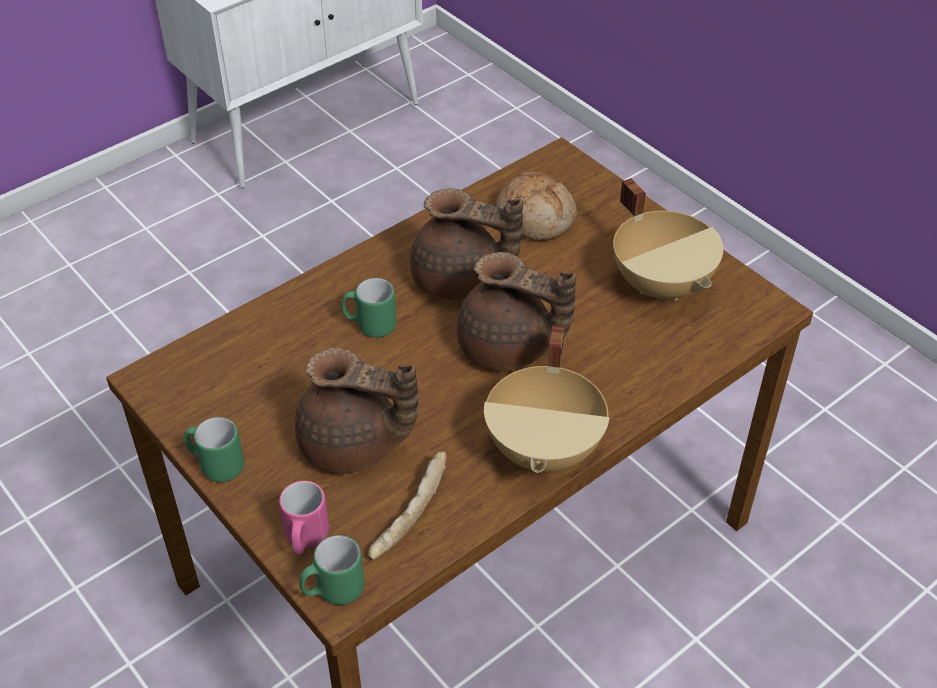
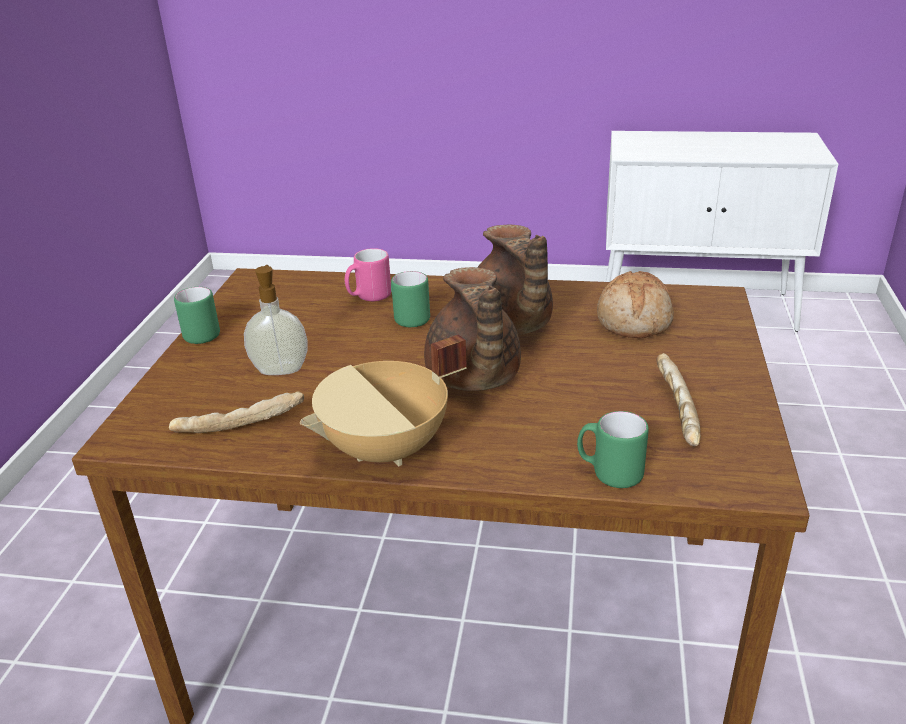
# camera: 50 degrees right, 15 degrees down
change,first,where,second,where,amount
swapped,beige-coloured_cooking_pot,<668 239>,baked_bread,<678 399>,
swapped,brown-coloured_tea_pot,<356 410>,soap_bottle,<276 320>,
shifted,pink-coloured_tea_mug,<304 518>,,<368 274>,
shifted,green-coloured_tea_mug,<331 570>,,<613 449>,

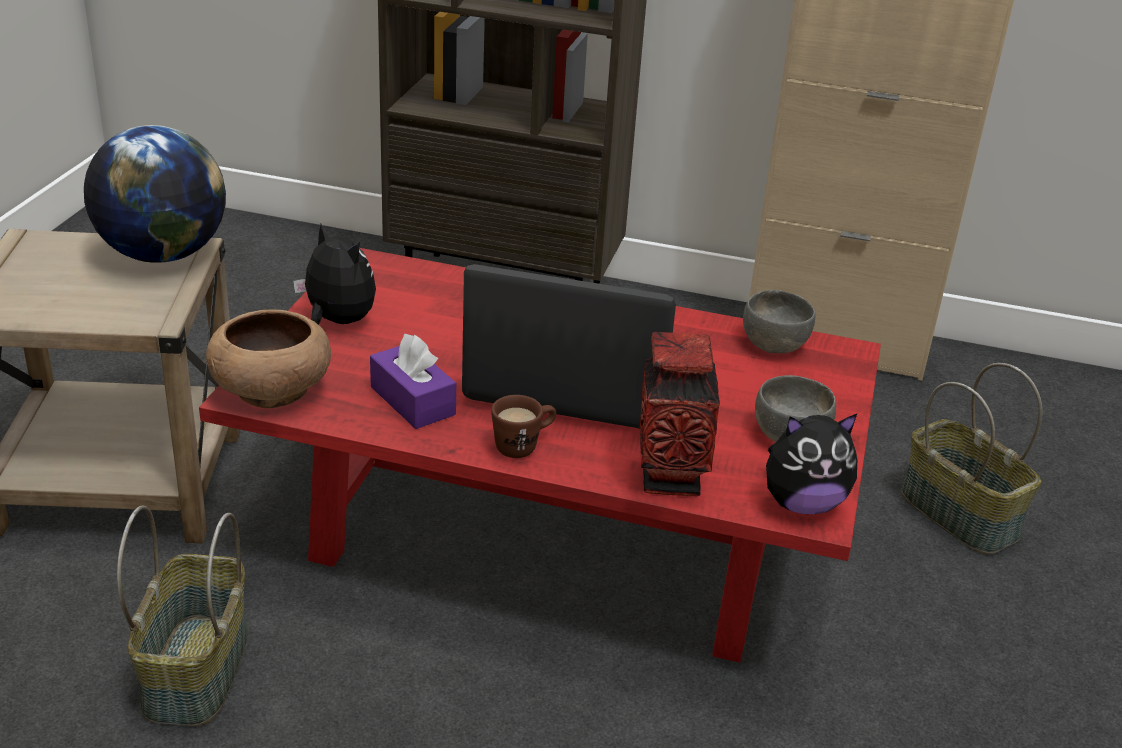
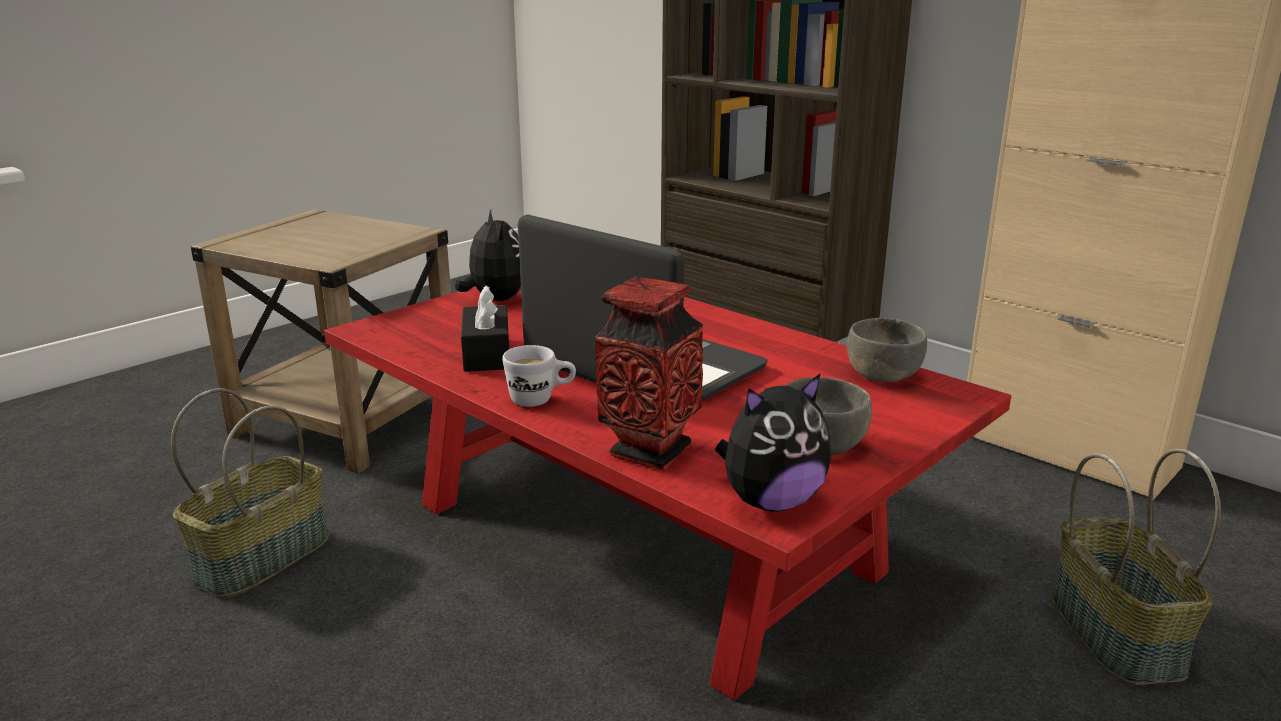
# camera: 30 degrees right, 10 degrees down
change,first,where,second,where,amount
gone,world_globe,<155 194>,,,
gone,brown-coloured_serving_bowl,<268 359>,,,
repainted,purple-coloured_tissue_box,<413 381>,blackish_tissue_box,<485 328>,
repainted,brown-coloured_tea_mug,<523 426>,white_tea_mug,<539 376>,
rotated,soft_toy,<811 464>,,<773 442>,45 degrees counterclockwise

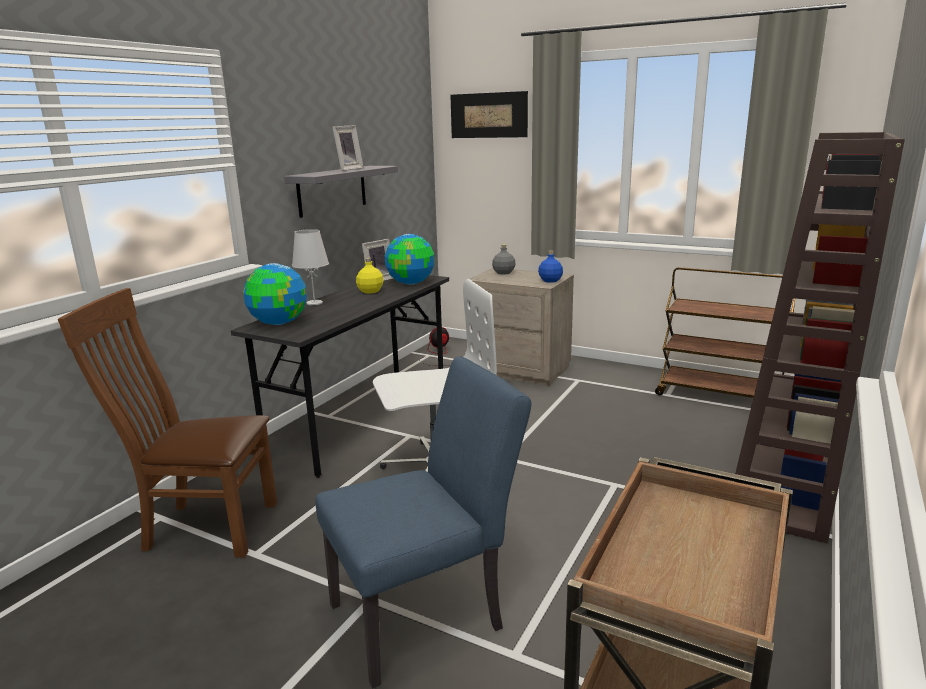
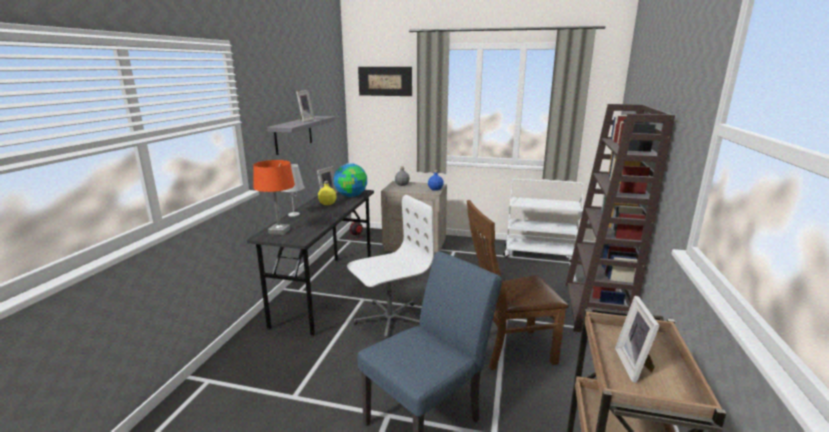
# camera: 15 degrees left, 0 degrees up
change,first,where,second,where,amount
swapped,world_globe,<275 294>,orange_tabletop_lamp,<274 197>,
repainted,brown-coloured_cart,<725 332>,white_cart,<543 221>,
shifted,brown-coloured_upright_chair,<167 423>,,<518 285>,
new,,,picture_frame,<637 339>,

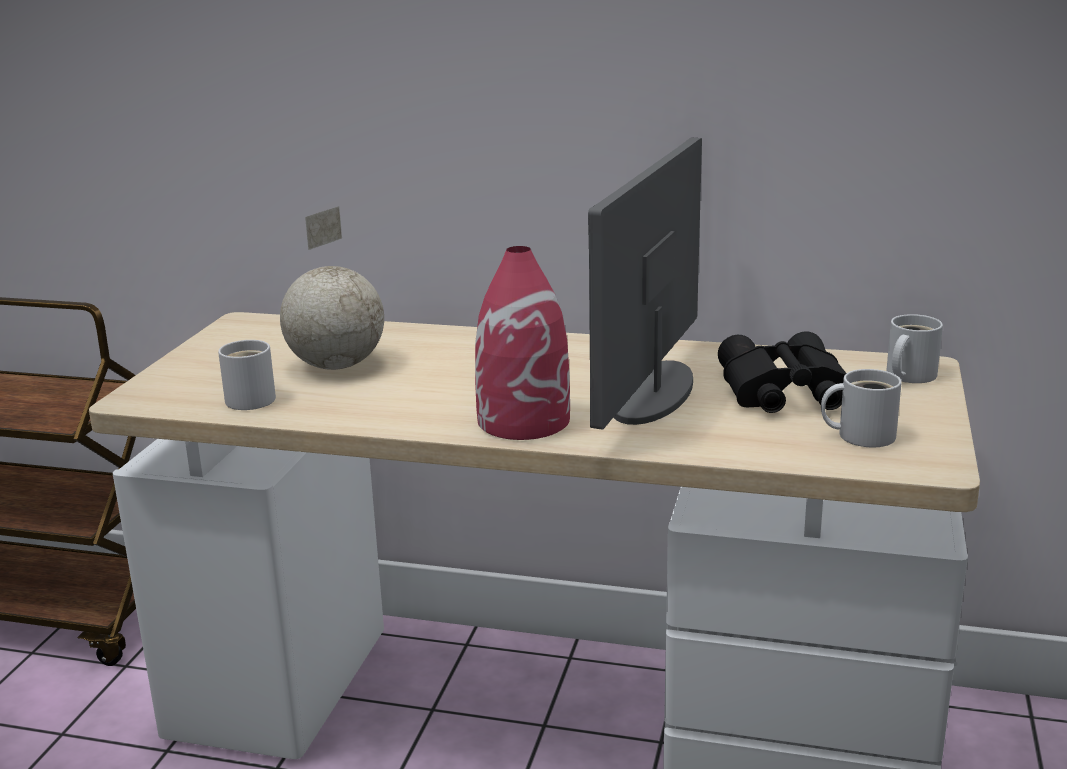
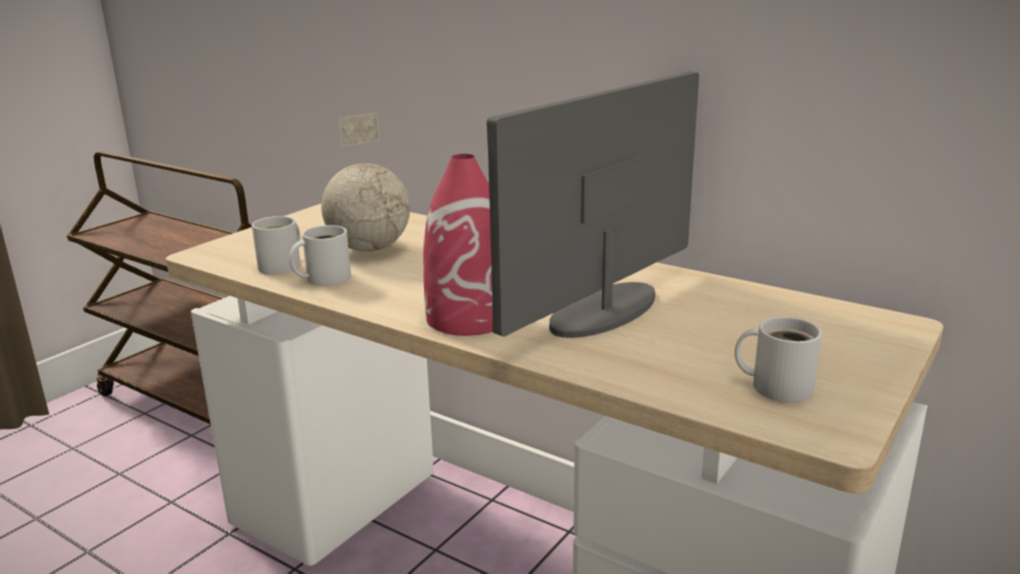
# camera: 20 degrees right, 0 degrees up
change,first,where,second,where,amount
shifted,white_tea_mug,<914 348>,,<320 255>,
gone,blackish_pair_of_binoculars,<782 372>,,,

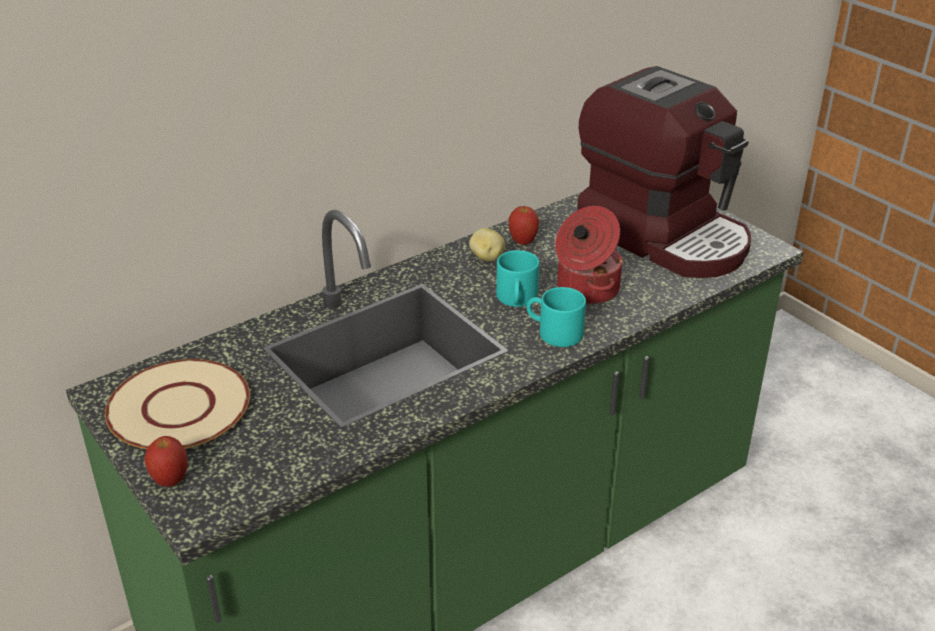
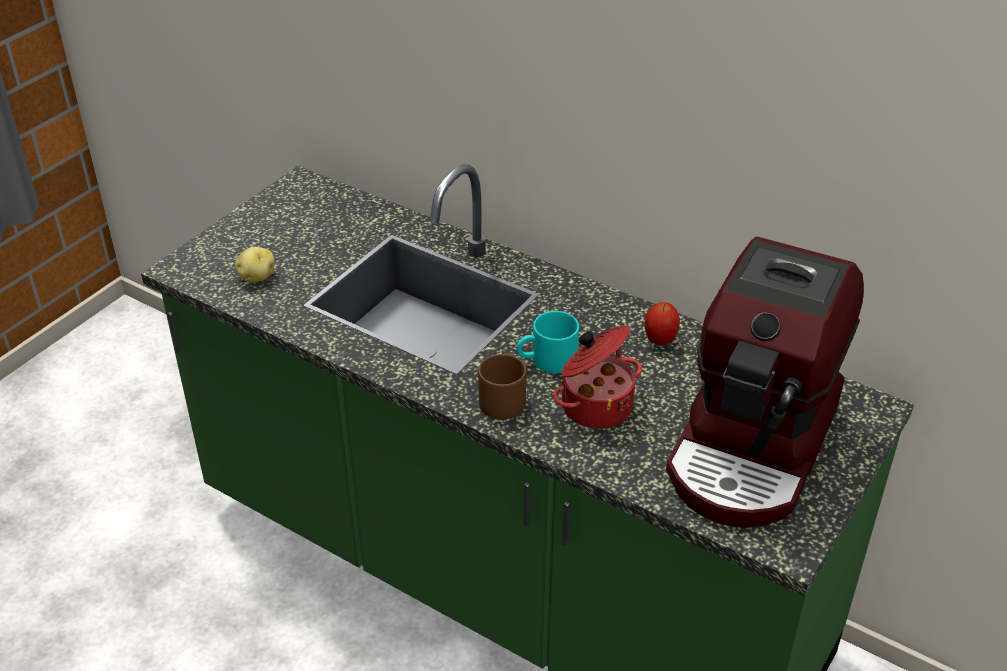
# camera: 70 degrees right, 5 degrees up
change,first,where,second,where,amount
shifted,whole_potato,<487 245>,,<255 265>,
repainted,blue-green_tea_mug,<556 317>,brown-coloured_tea_mug,<502 386>,
gone,beige-coloured_plate,<177 404>,,,
gone,apple_fruit,<166 461>,,,

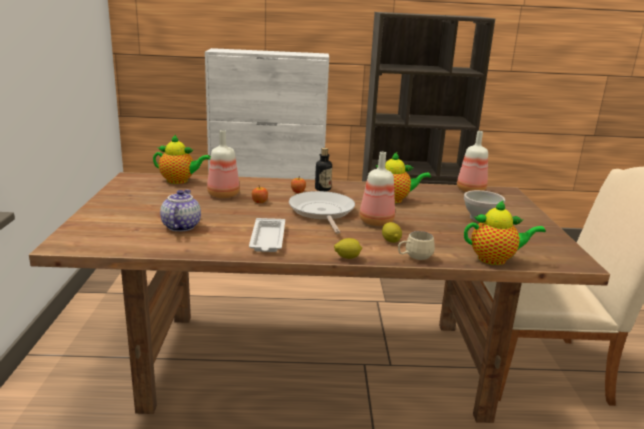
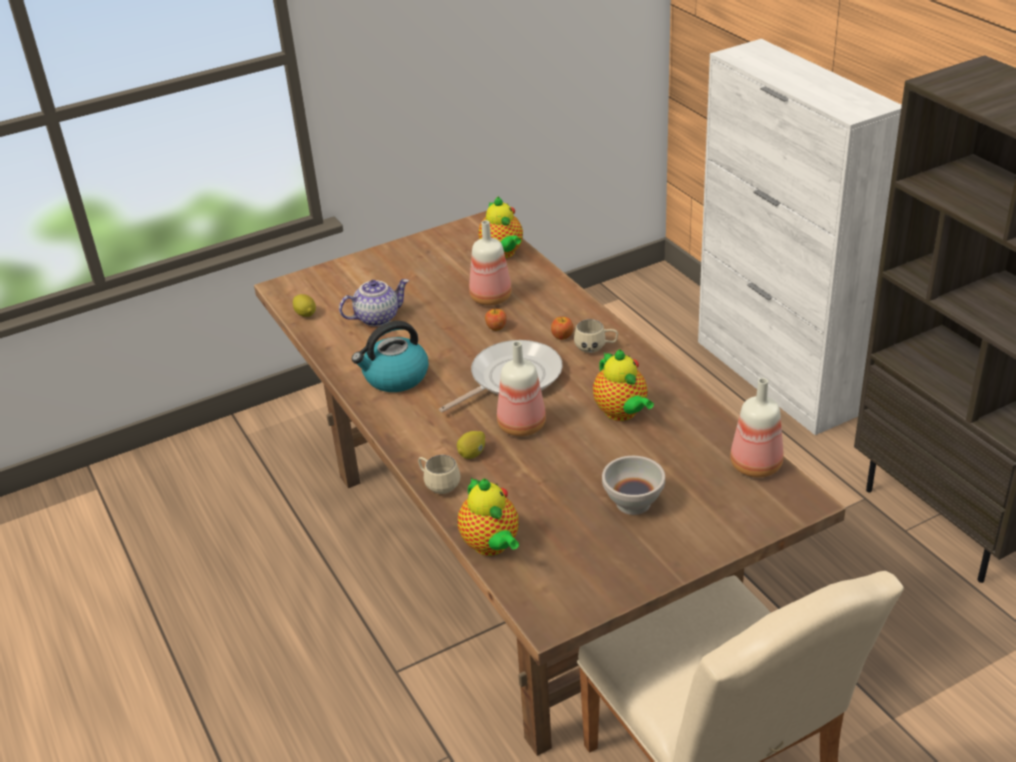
# camera: 65 degrees right, 15 degrees up
change,first,where,second,where,amount
swapped,beverage_bottle,<323 169>,beige-coloured_tea_mug,<596 336>,
swapped,white_serving_tray,<267 235>,kettle,<390 356>,
shifted,lemon,<348 248>,,<304 305>,

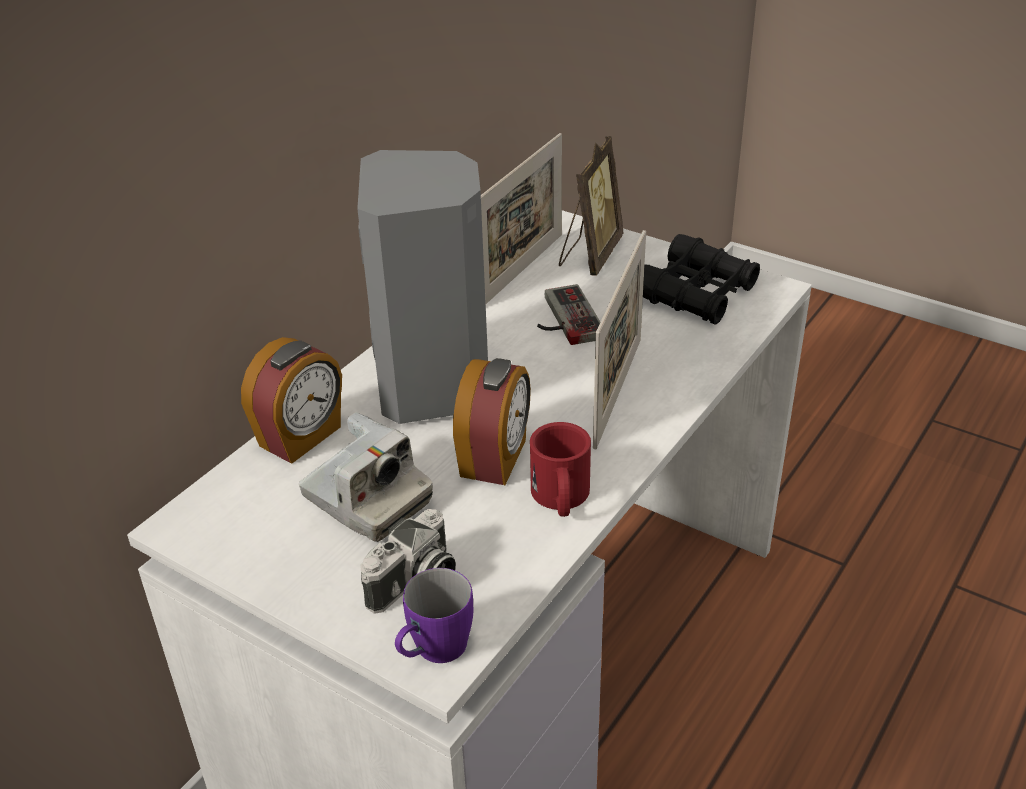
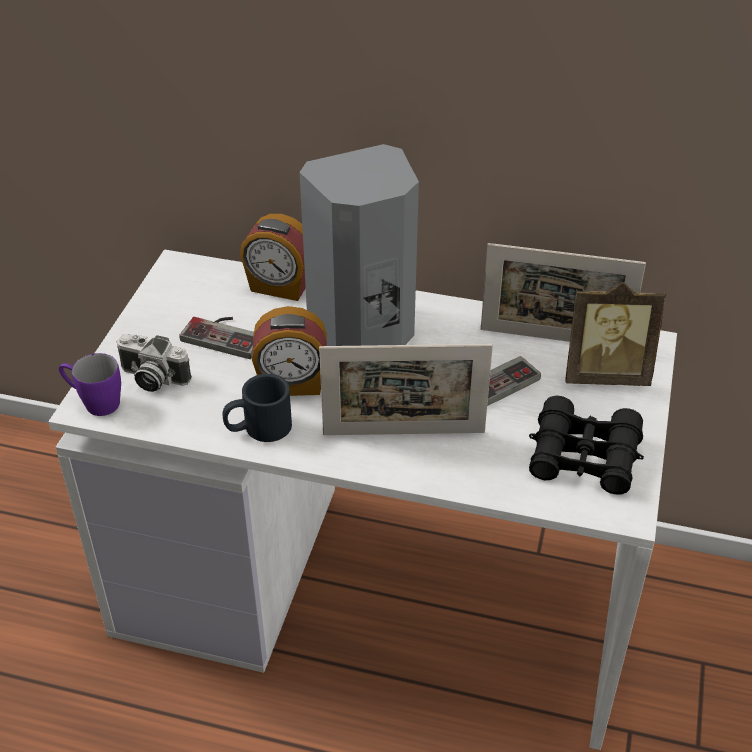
# camera: 70 degrees right, 5 degrees up
change,first,where,second,where,amount
swapped,photo_camera,<366 477>,gamepad,<216 338>,
repainted,reddish_tea_mug,<560 469>,blackish_tea_mug,<257 408>,

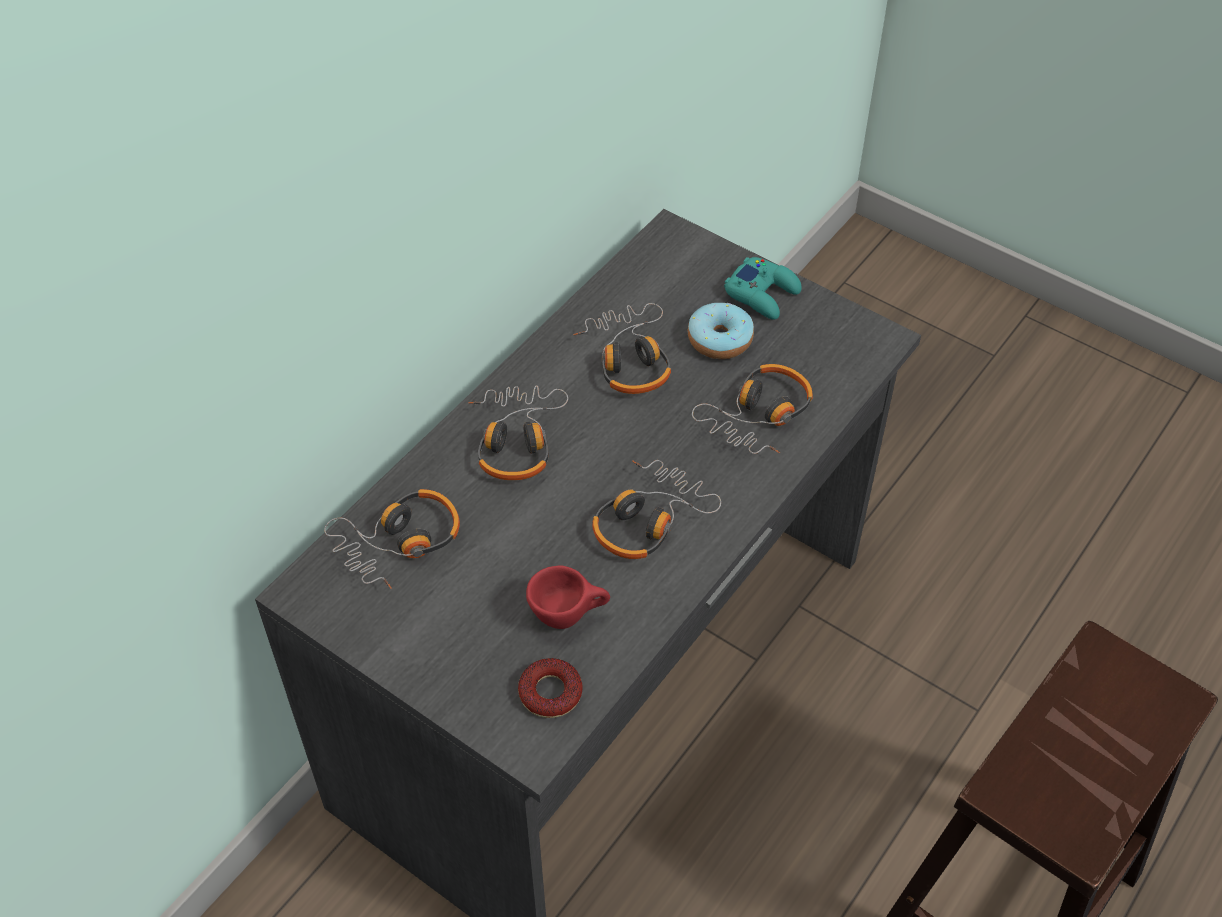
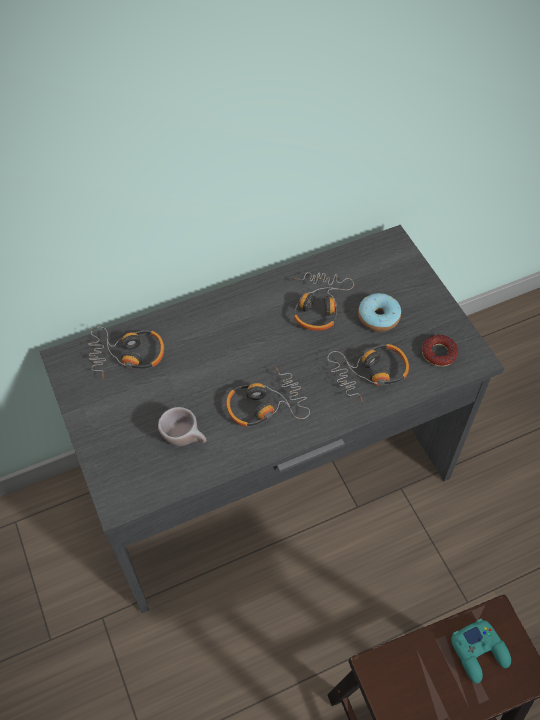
# camera: 30 degrees right, 5 degrees up
change,first,where,second,where,amount
shifted,blue-green_gamepad,<763 288>,,<481 651>,
gone,headphones,<518 432>,,,
repainted,reddish_small_cup,<568 597>,beige-coloured_small_cup,<182 426>,
shifted,ring_doughnut,<550 688>,,<440 351>,

